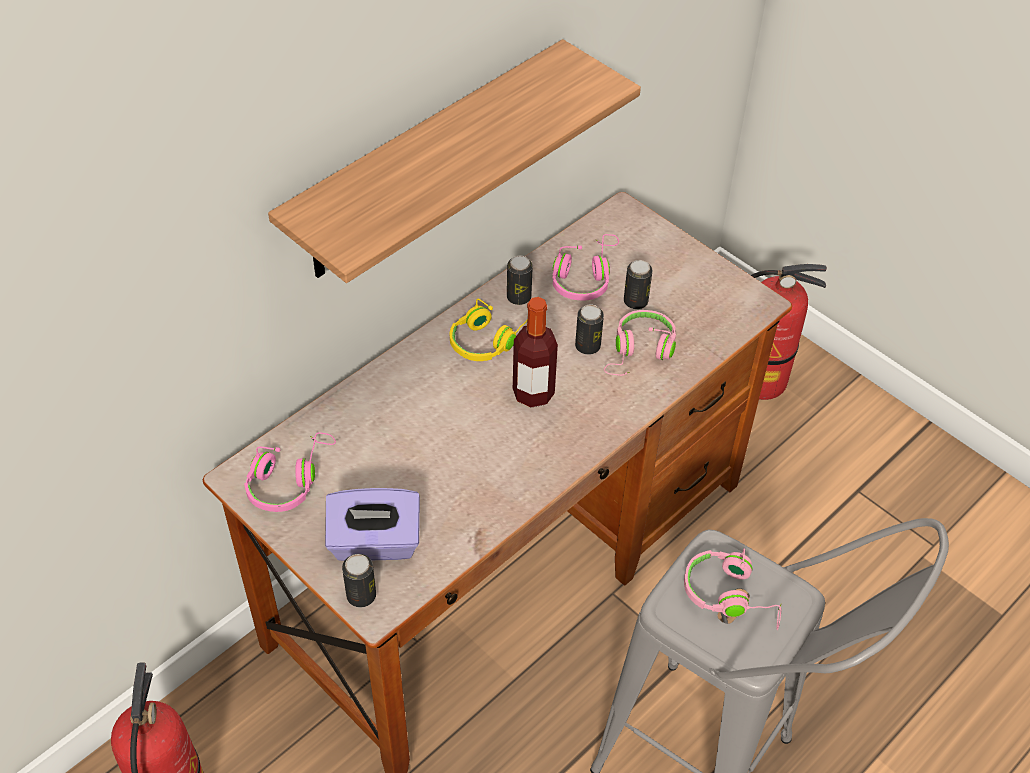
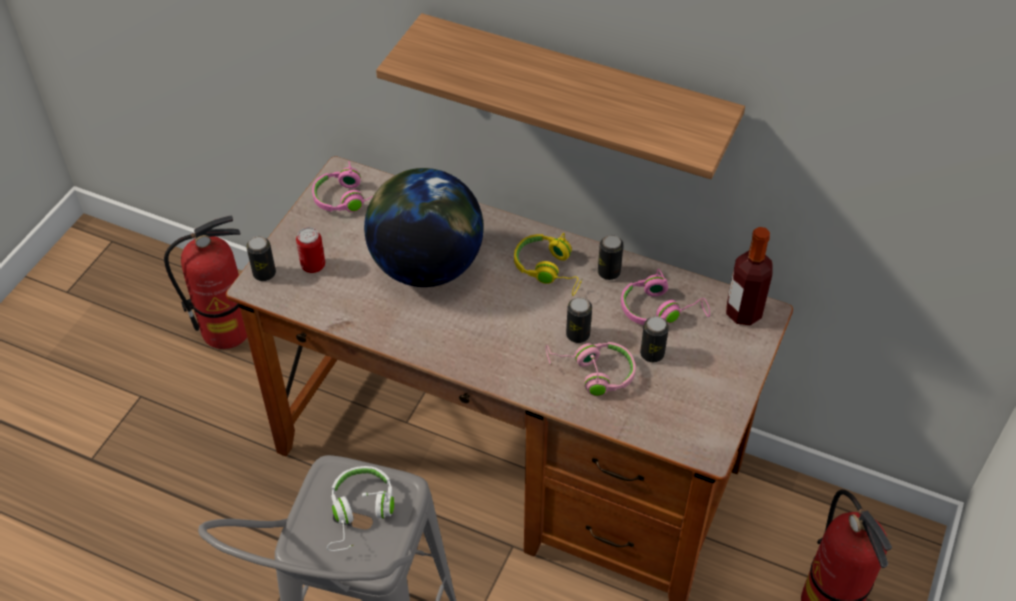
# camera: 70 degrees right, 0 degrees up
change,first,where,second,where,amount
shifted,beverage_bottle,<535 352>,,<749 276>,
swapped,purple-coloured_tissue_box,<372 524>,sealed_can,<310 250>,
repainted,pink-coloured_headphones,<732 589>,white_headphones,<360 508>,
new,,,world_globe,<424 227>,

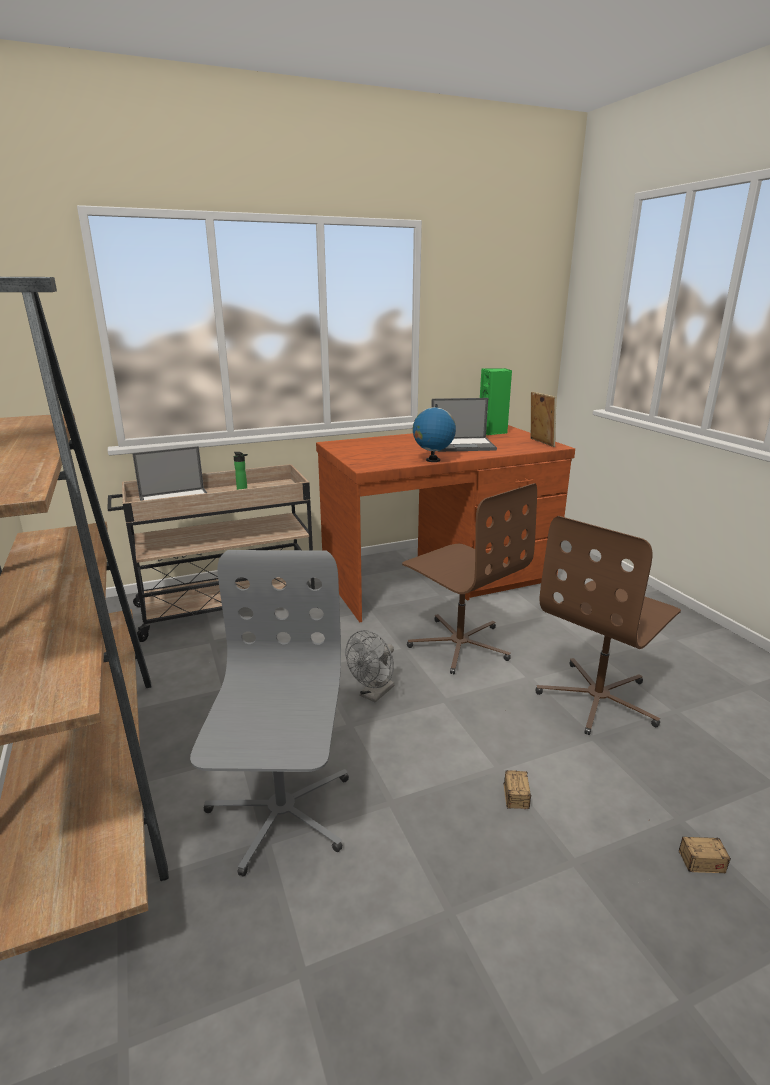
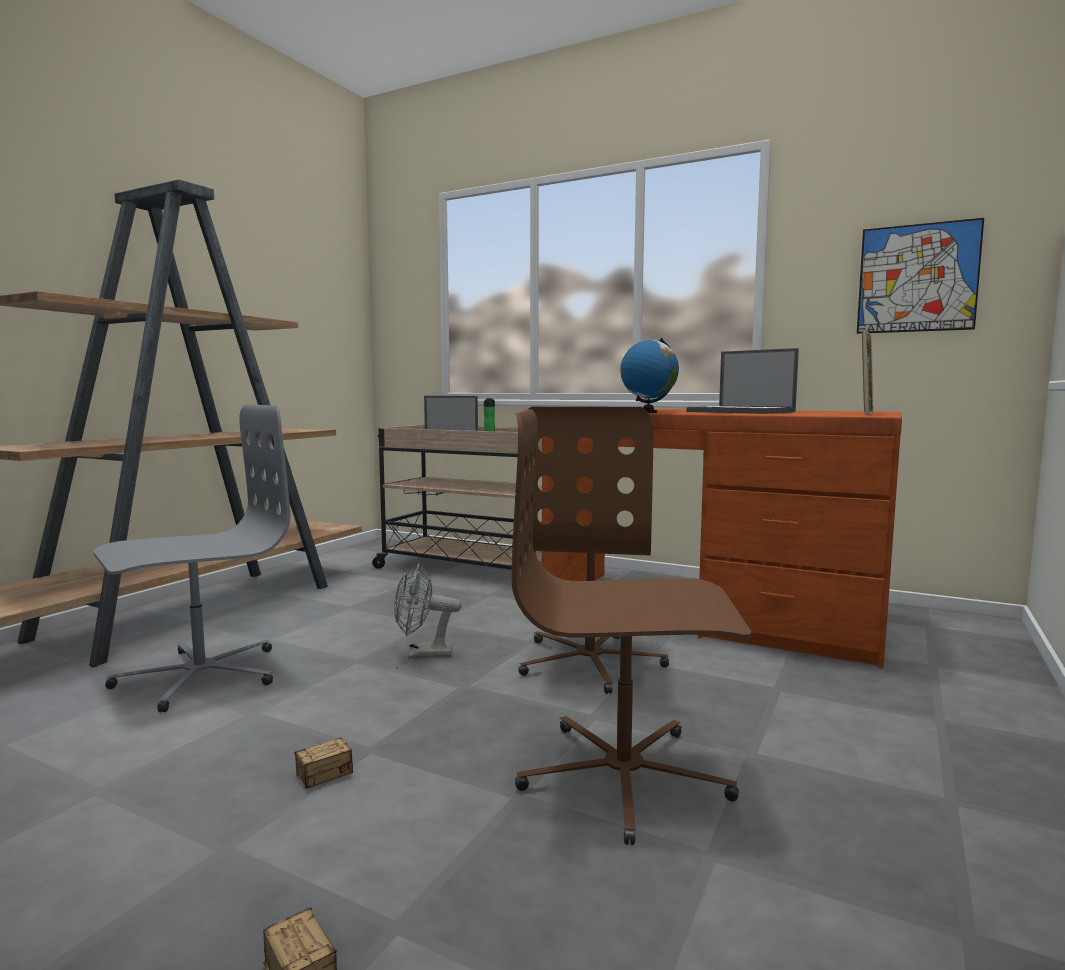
# camera: 50 degrees right, 15 degrees down
change,first,where,second,where,amount
gone,green-coloured_speaker,<496 401>,,,
new,,,wall_art,<920 276>,

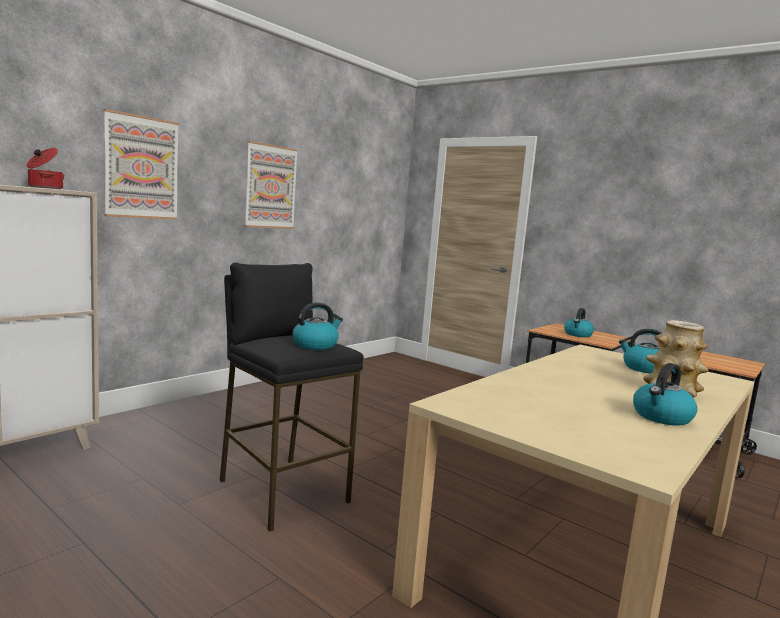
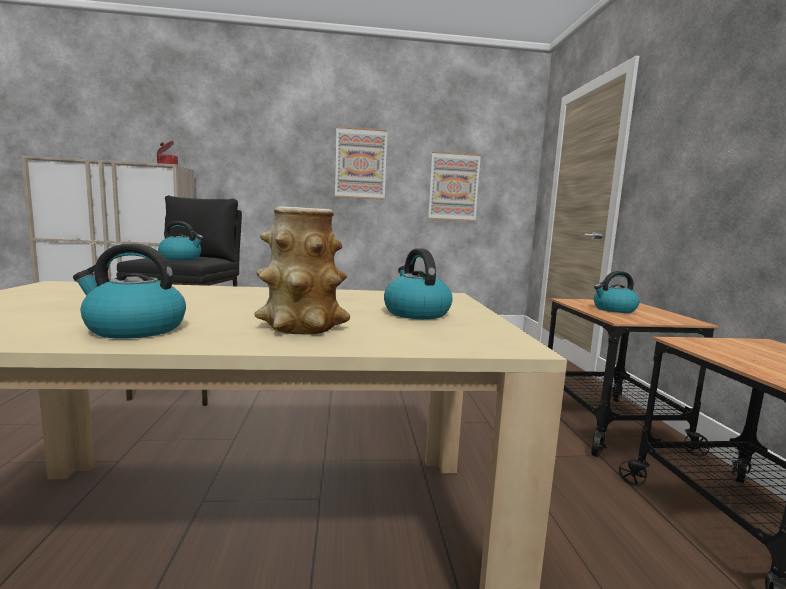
# camera: 45 degrees right, 0 degrees up
change,first,where,second,where,amount
shifted,wall_art,<141 164>,,<454 186>,

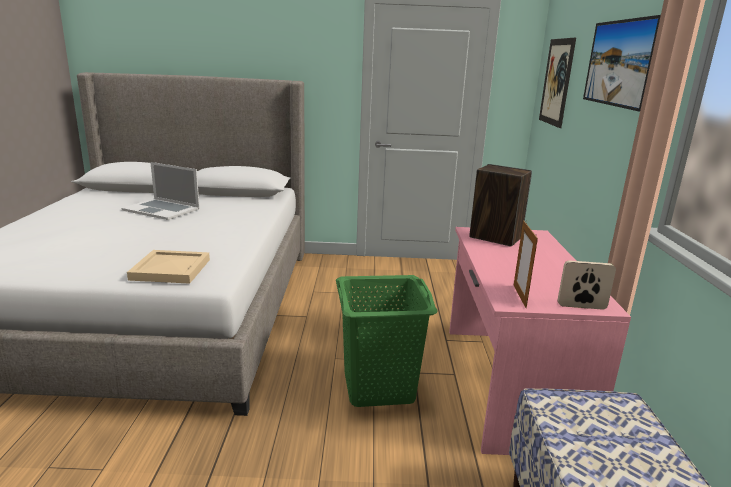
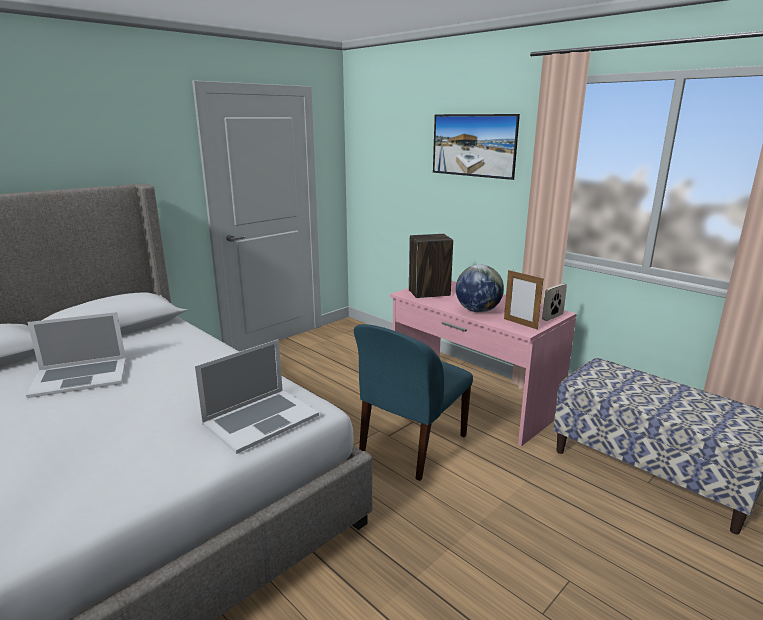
# camera: 45 degrees left, 0 degrees up
change,first,where,second,where,amount
gone,wall_art,<557 83>,,,
swapped,beige-coloured_serving_tray,<168 267>,laptop,<256 396>,
swapped,green-coloured_laundry_basket,<387 341>,bluish_upright_chair,<413 402>,
new,,,world_globe,<480 289>,

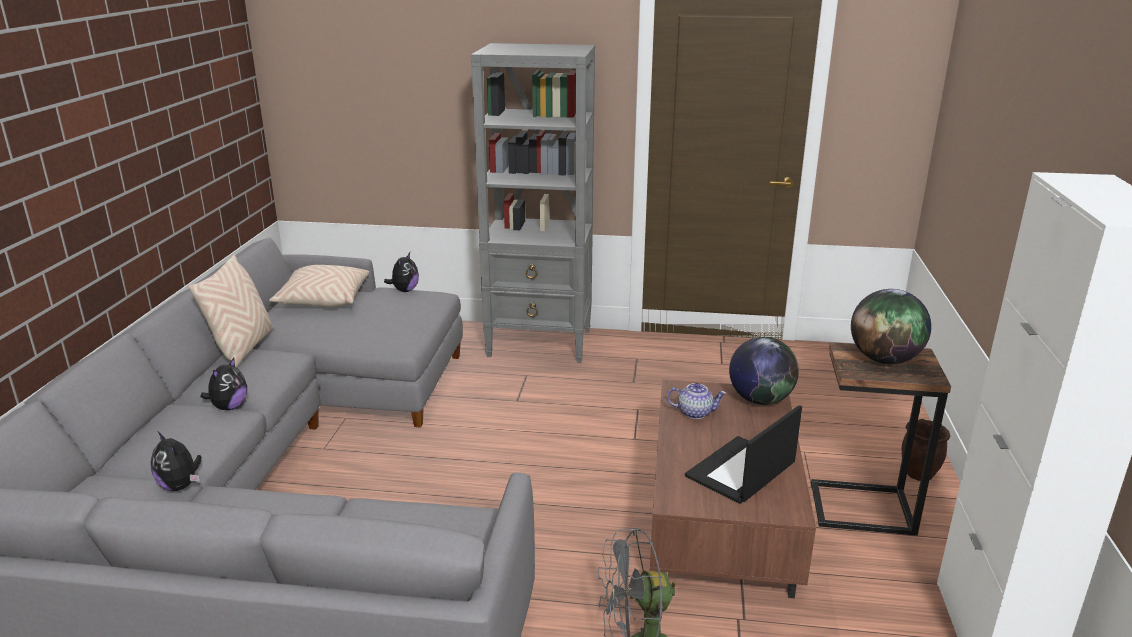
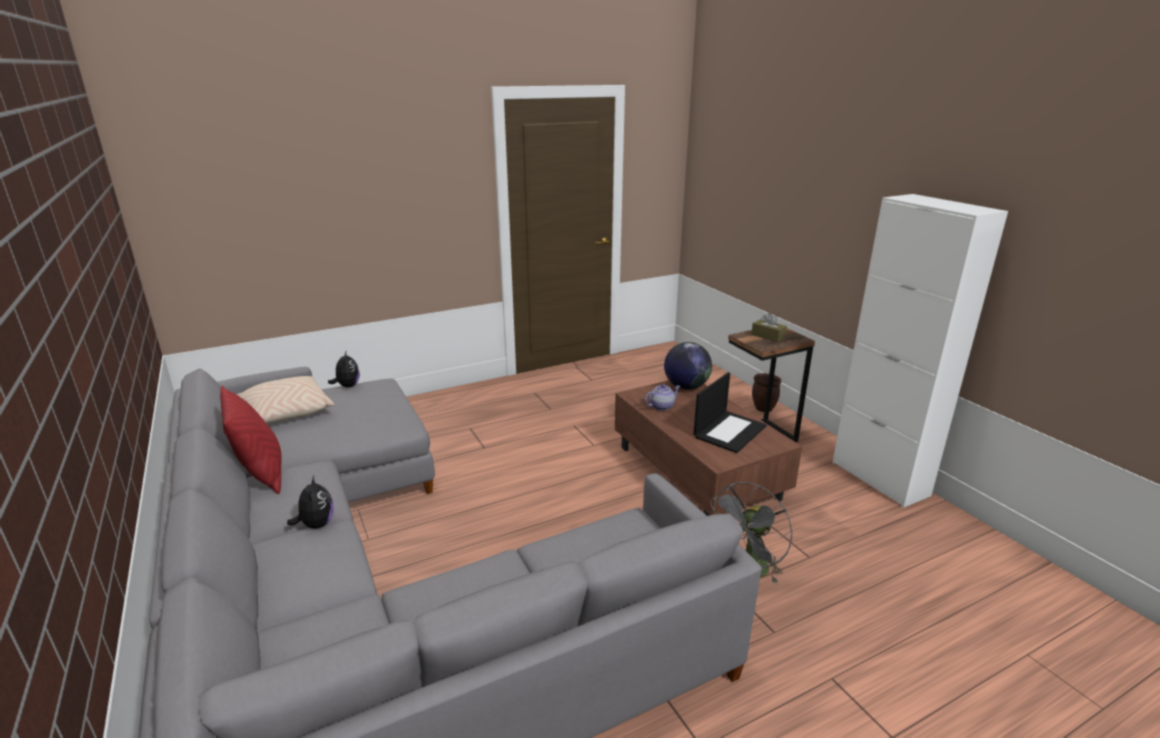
# camera: 35 degrees left, 0 degrees up
change,first,where,second,where,amount
gone,grey_shelving_unit,<533 203>,,,
repainted,beige-coloured_throw_pillow,<231 311>,reddish_throw_pillow,<251 440>,
swapped,world_globe,<891 326>,brown-coloured_tissue_box,<769 327>,
rotated,laptop,<743 454>,,<730 412>,150 degrees counterclockwise
gone,soft_toy,<176 461>,,,

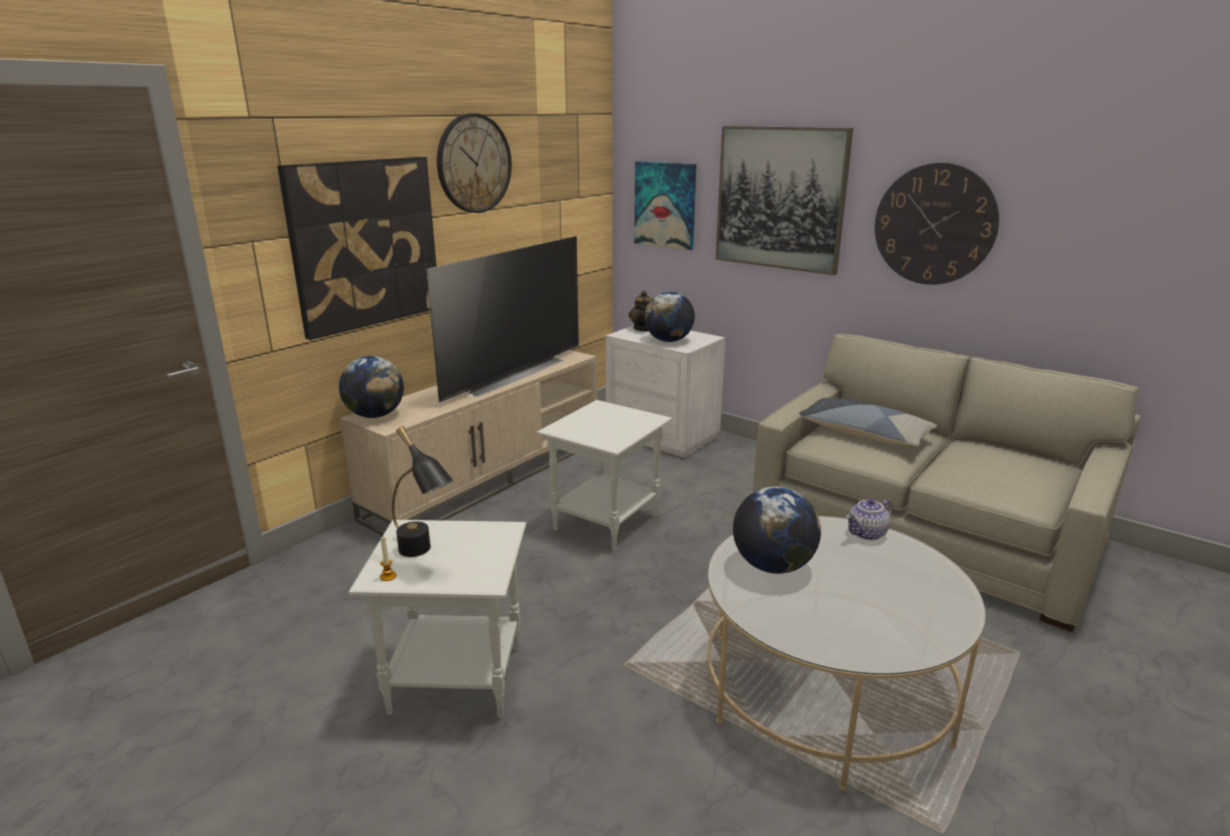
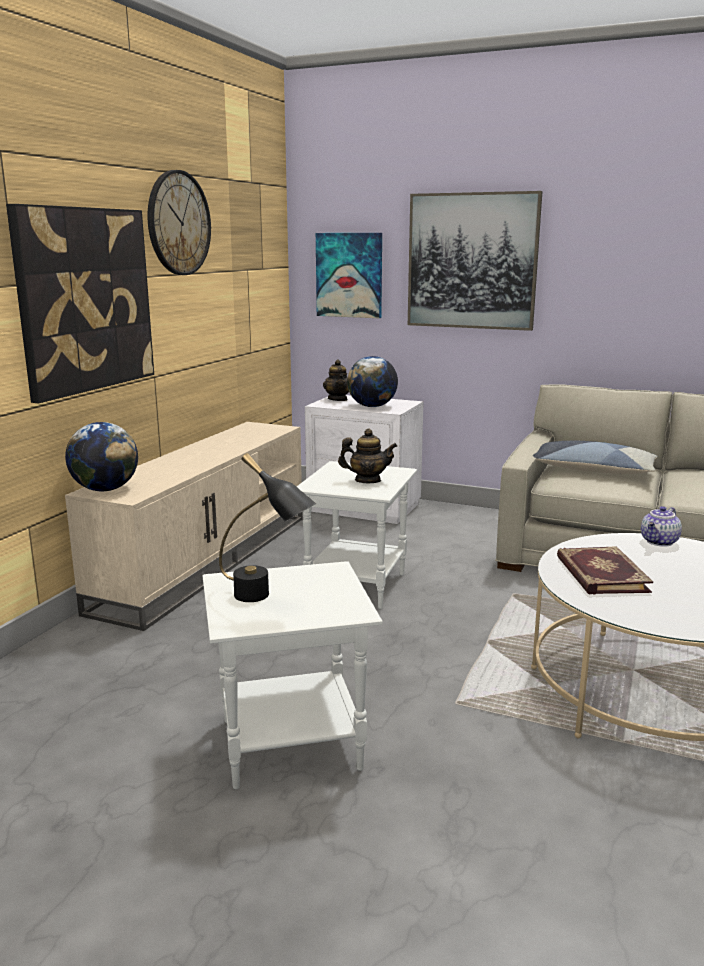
# camera: 15 degrees left, 5 degrees down
change,first,where,second,where,amount
gone,hanging_clock,<937 224>,,,
gone,TV,<502 319>,,,
swapped,world_globe,<777 530>,bound_book,<605 570>,
gone,wax_candle,<388 558>,,,
new,,,tea_pot,<368 456>,

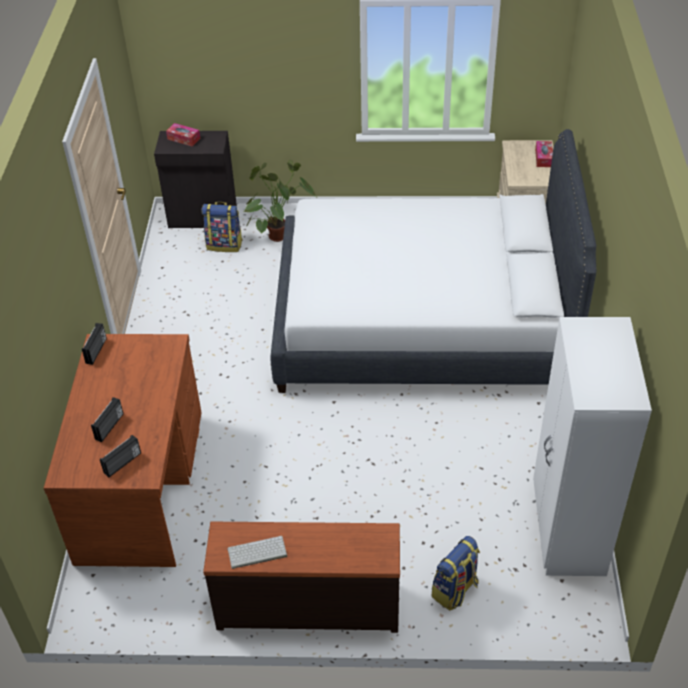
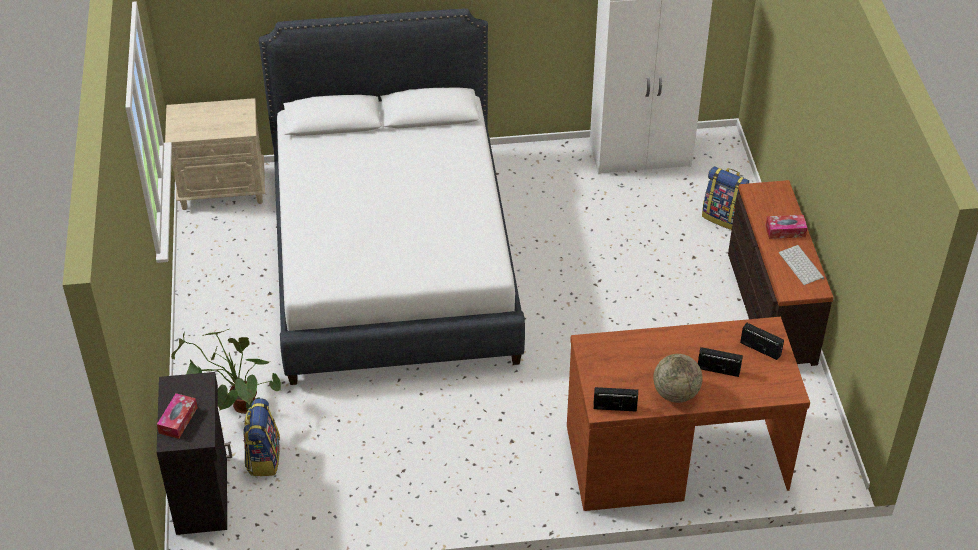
# camera: 100 degrees left, 0 degrees up
change,first,where,second,where,amount
shifted,tissue_box,<544 154>,,<786 227>,
new,,,world_globe,<678 378>,

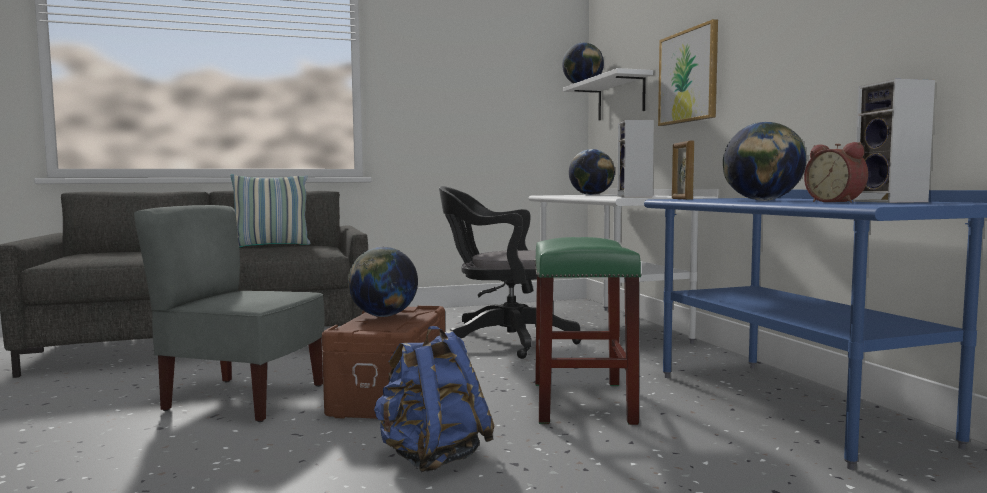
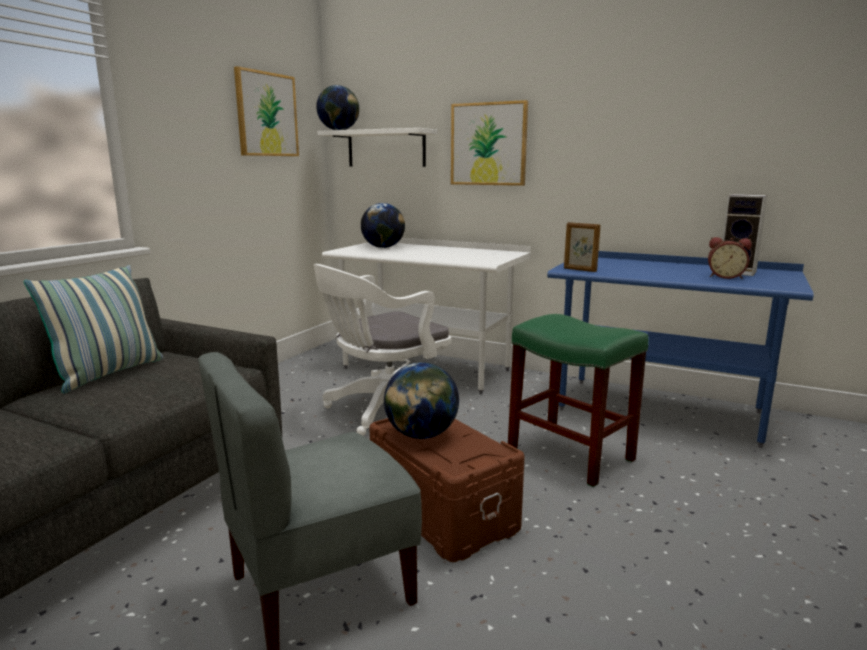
# camera: 45 degrees left, 10 degrees up
change,first,where,second,where,amount
gone,speaker,<635 158>,,,
gone,world_globe,<764 161>,,,
repainted,blackish_computer_chair,<510 272>,white_computer_chair,<382 350>,
gone,bluish_backpack,<434 399>,,,
new,,,wall_art,<266 111>,

